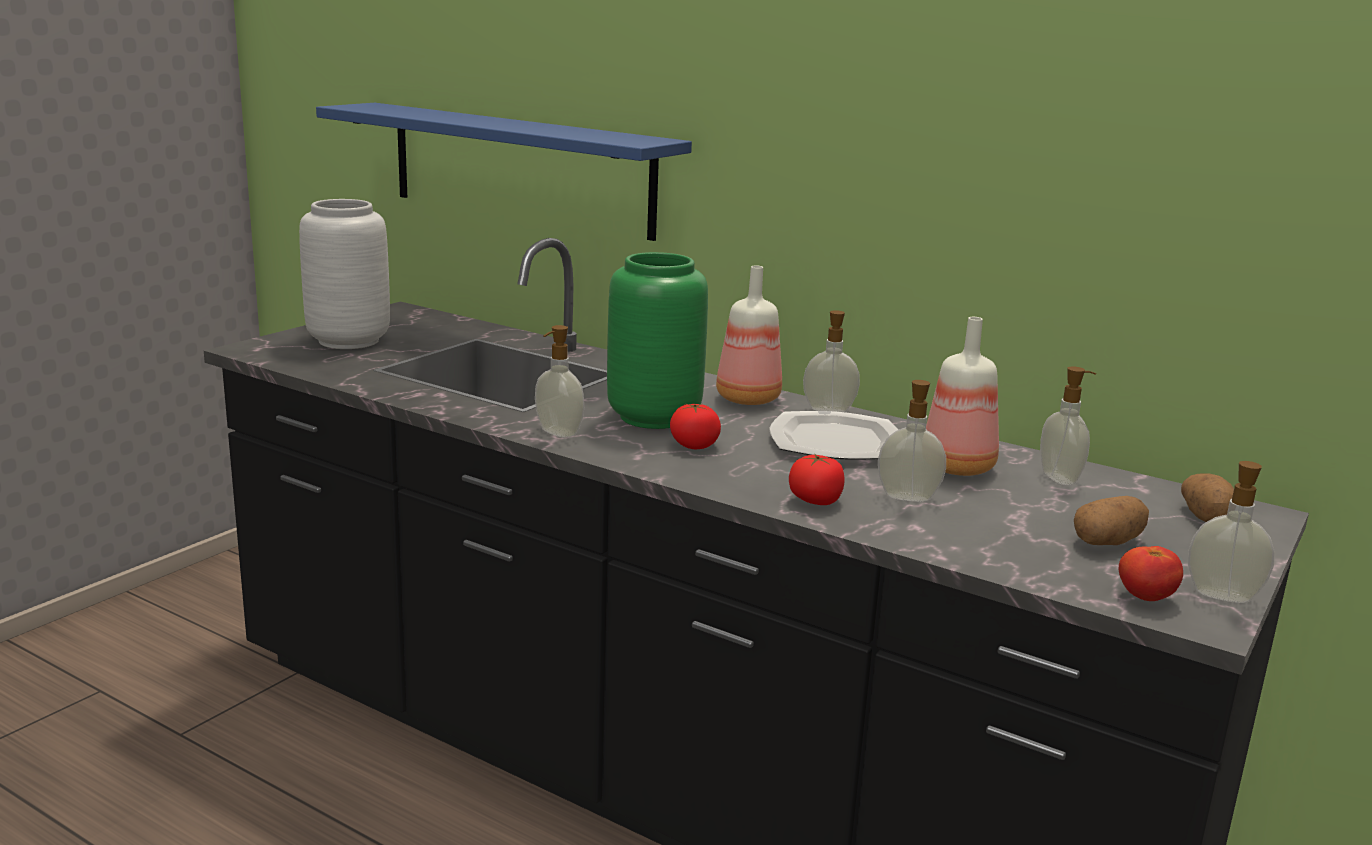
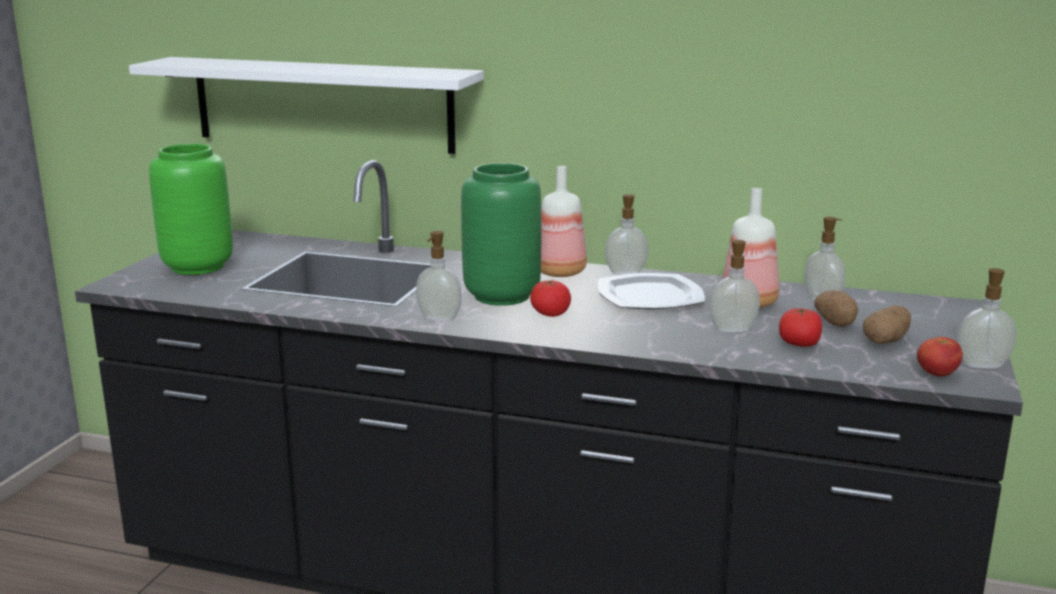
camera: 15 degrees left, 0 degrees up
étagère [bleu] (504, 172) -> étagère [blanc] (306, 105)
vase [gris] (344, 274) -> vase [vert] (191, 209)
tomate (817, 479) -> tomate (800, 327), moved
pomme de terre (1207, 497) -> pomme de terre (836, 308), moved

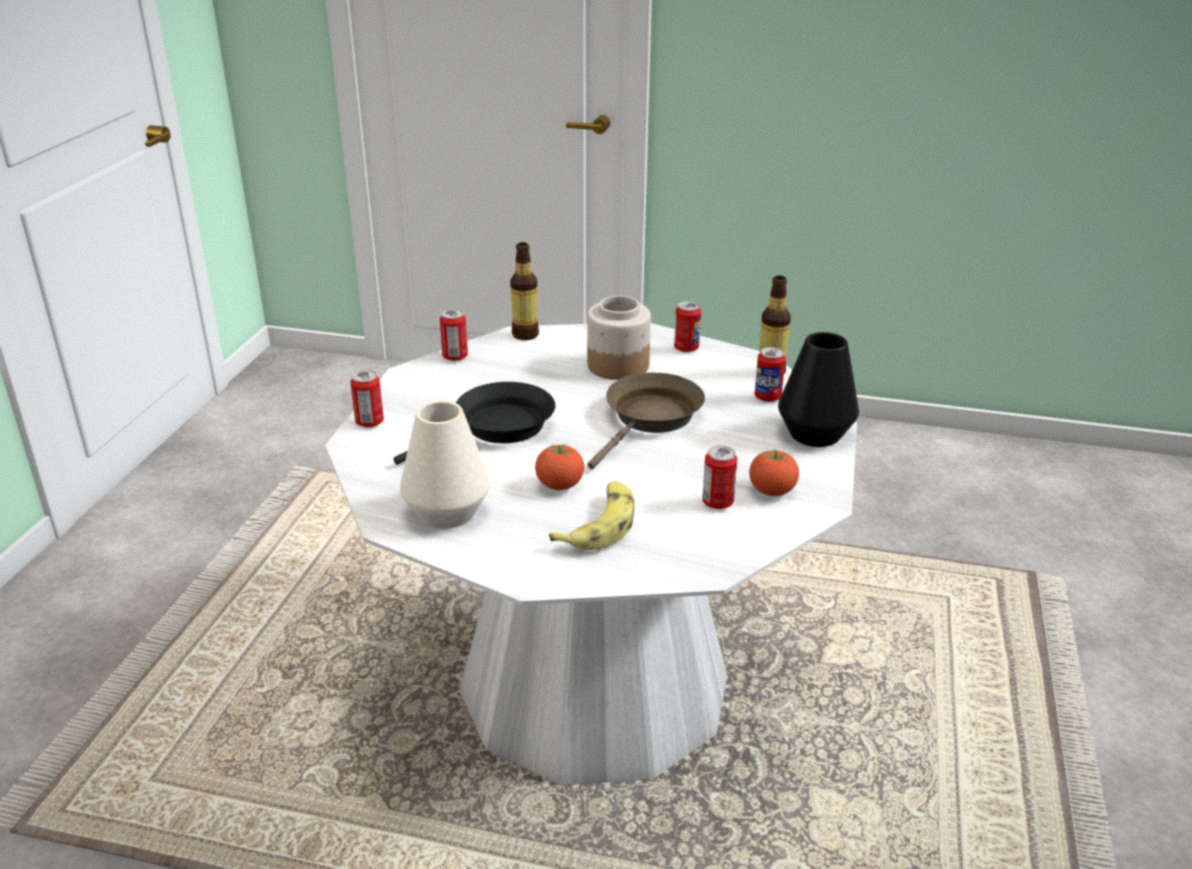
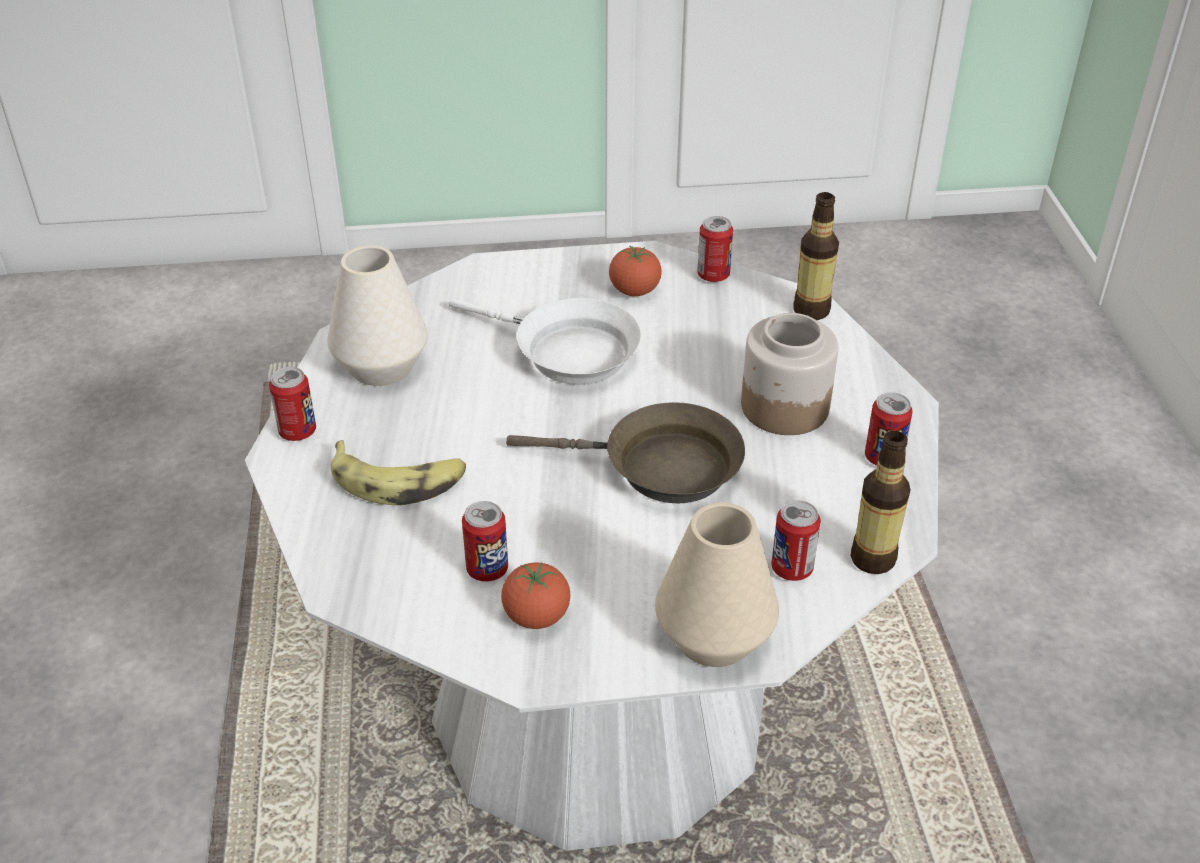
camera: 70 degrees right, 10 degrees up
boîte métallique (367, 399) -> boîte métallique (292, 404), moved
poêle [noir] (474, 423) -> poêle [blanc] (545, 341)
tomate (559, 467) -> tomate (635, 271), moved
vase [noir] (818, 389) -> vase [beige] (717, 584)

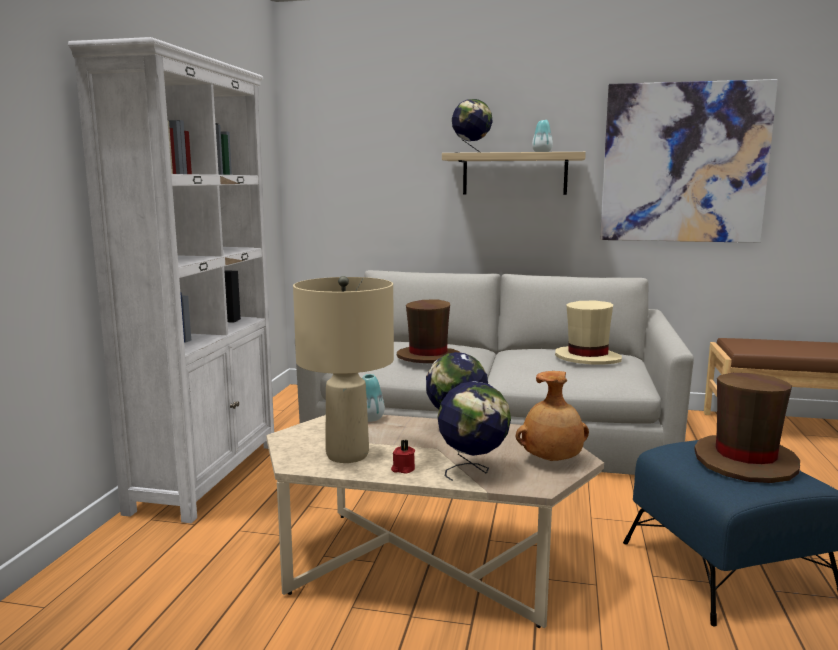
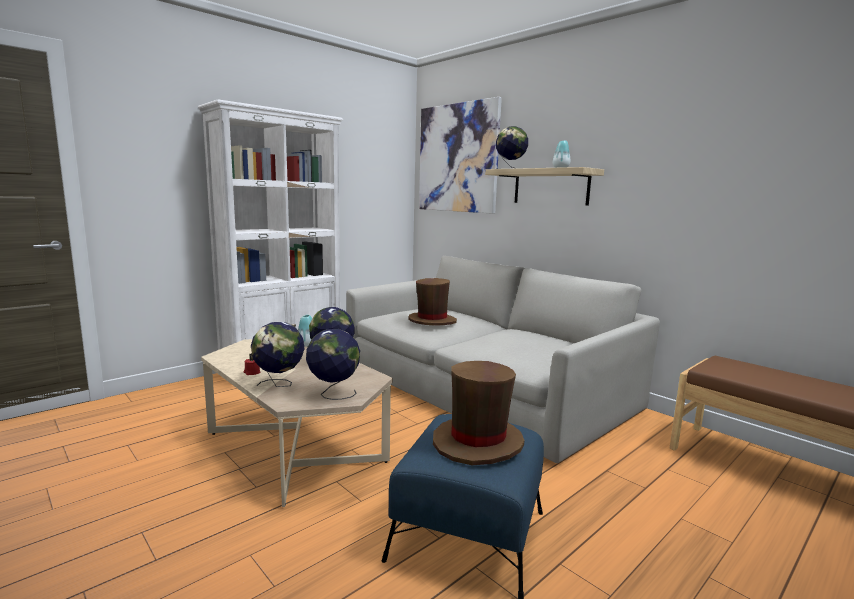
camera: 35 degrees right, 0 degrees up
vase [marron] (552, 416) -> globe (333, 364)
tableau (689, 161) -> tableau (460, 155), moved
lampe de table [beige] (343, 369) -> none
chapeau [beige] (588, 333) -> none

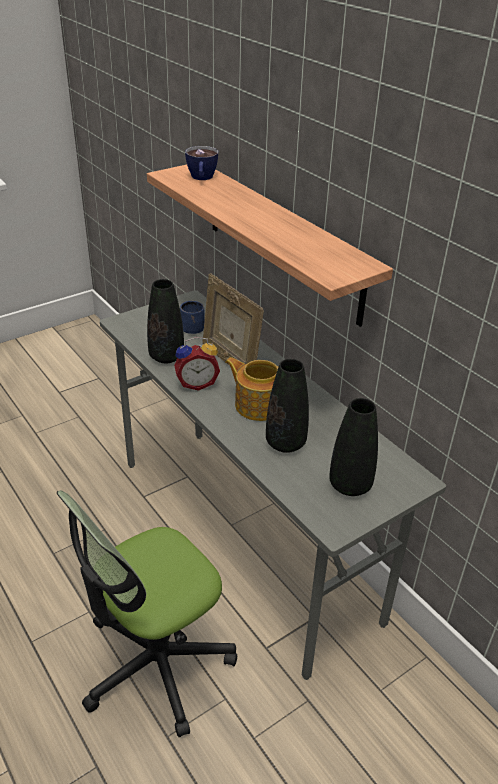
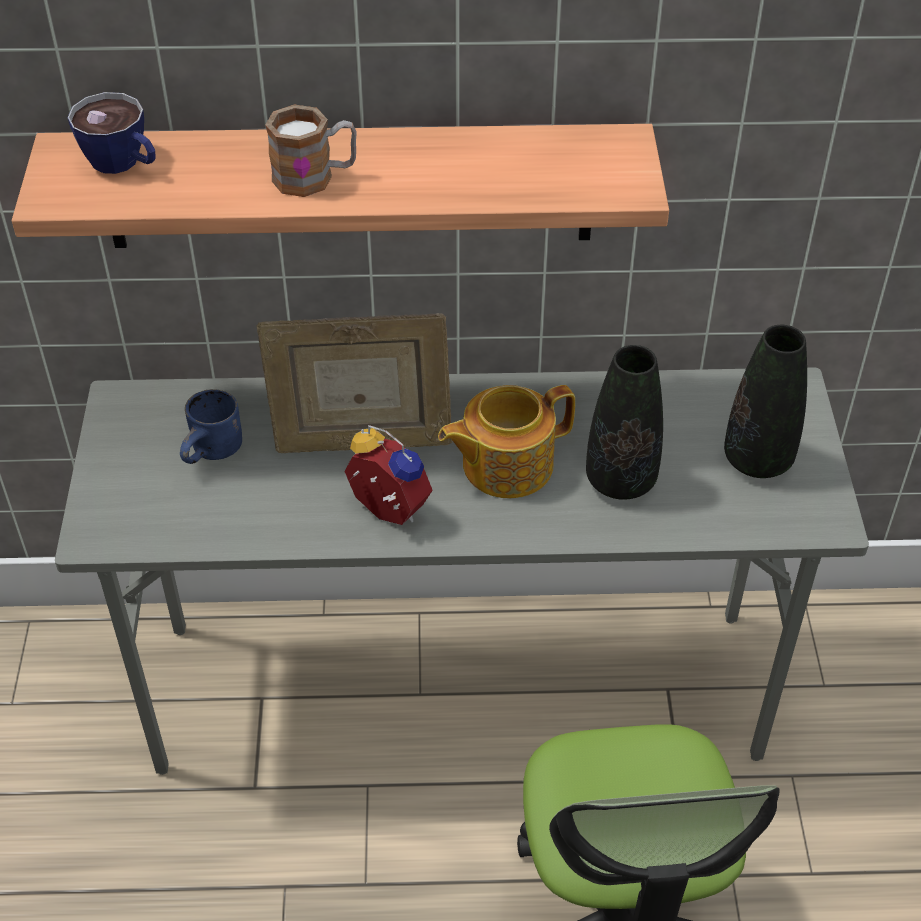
camera: 55 degrees left, 10 degrees up
none -> mug (311, 150)
réveil (197, 364) -> réveil (388, 475), 75 degrees counterclockwise
vase [noir] (165, 321) -> none

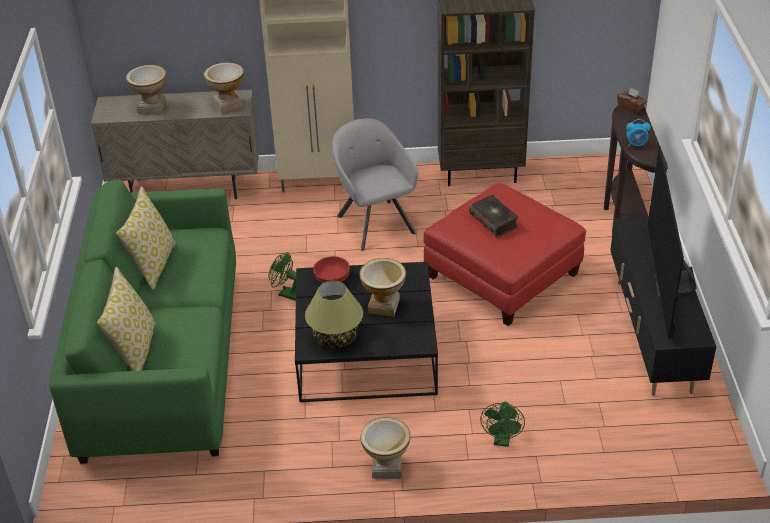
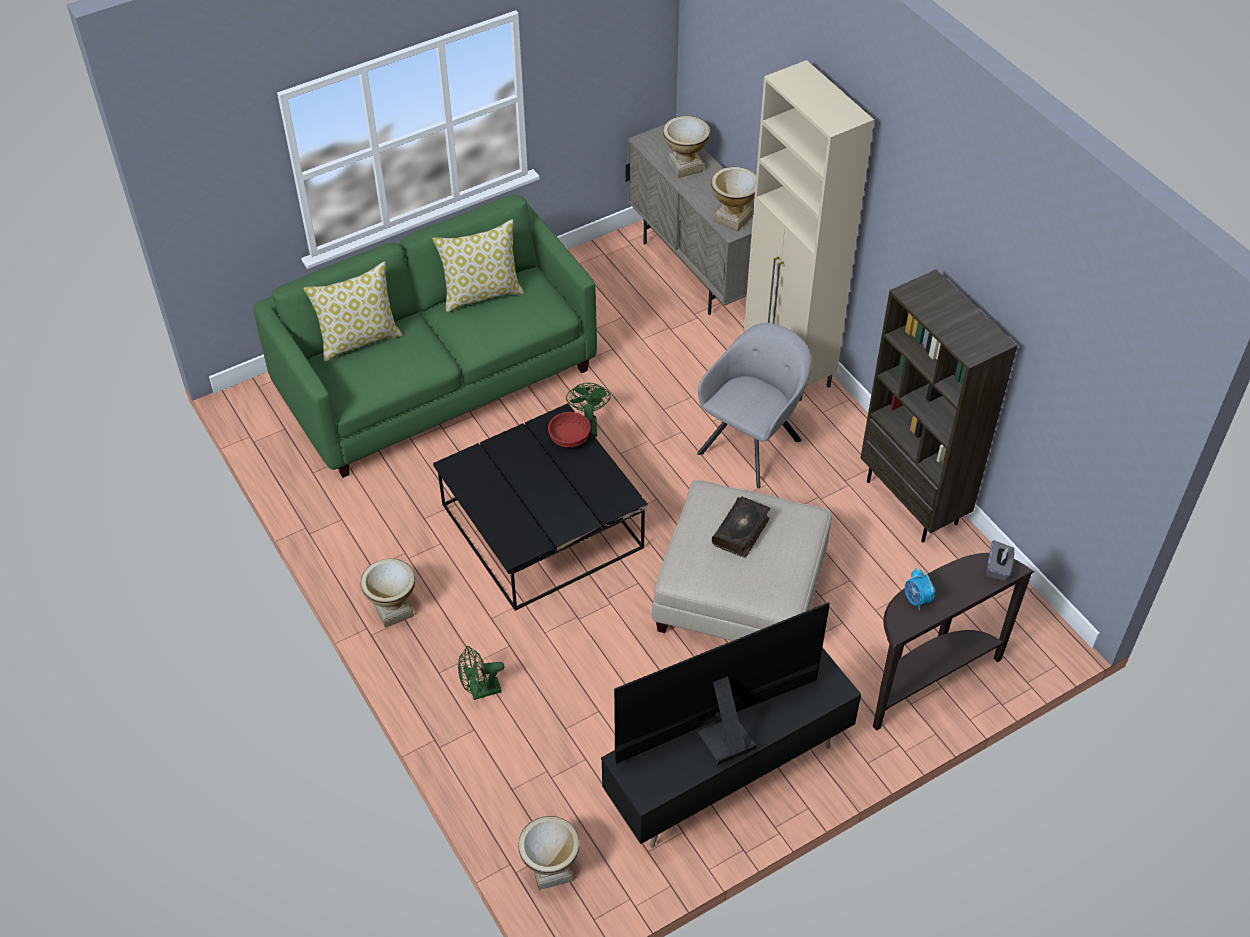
camera: 60 degrees right, 10 degrees up
vase (382, 287) -> vase (549, 853), moved
pouf [rouge] (504, 254) -> pouf [beige] (742, 560)
boîte à mouchoirs [marron] (632, 101) -> boîte à mouchoirs [gris] (1000, 560)
lampe de table (334, 314) -> none

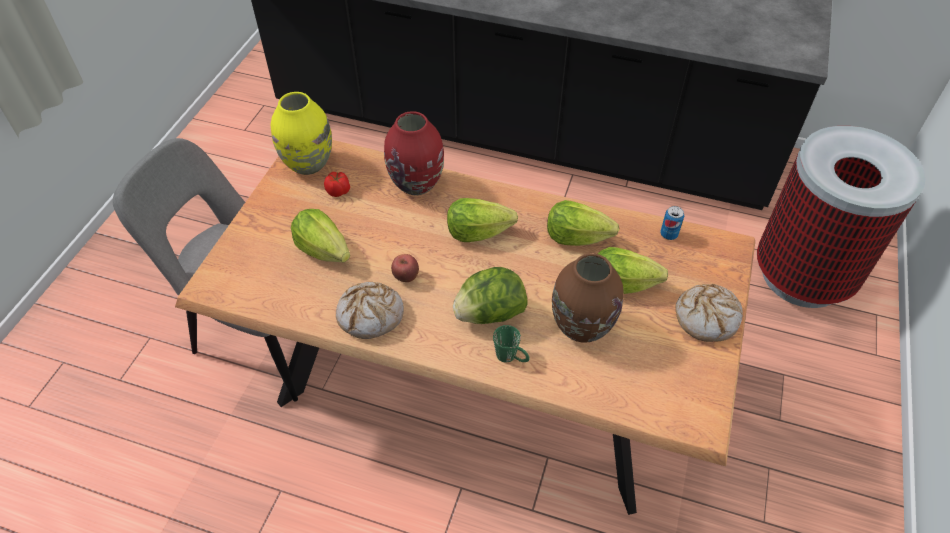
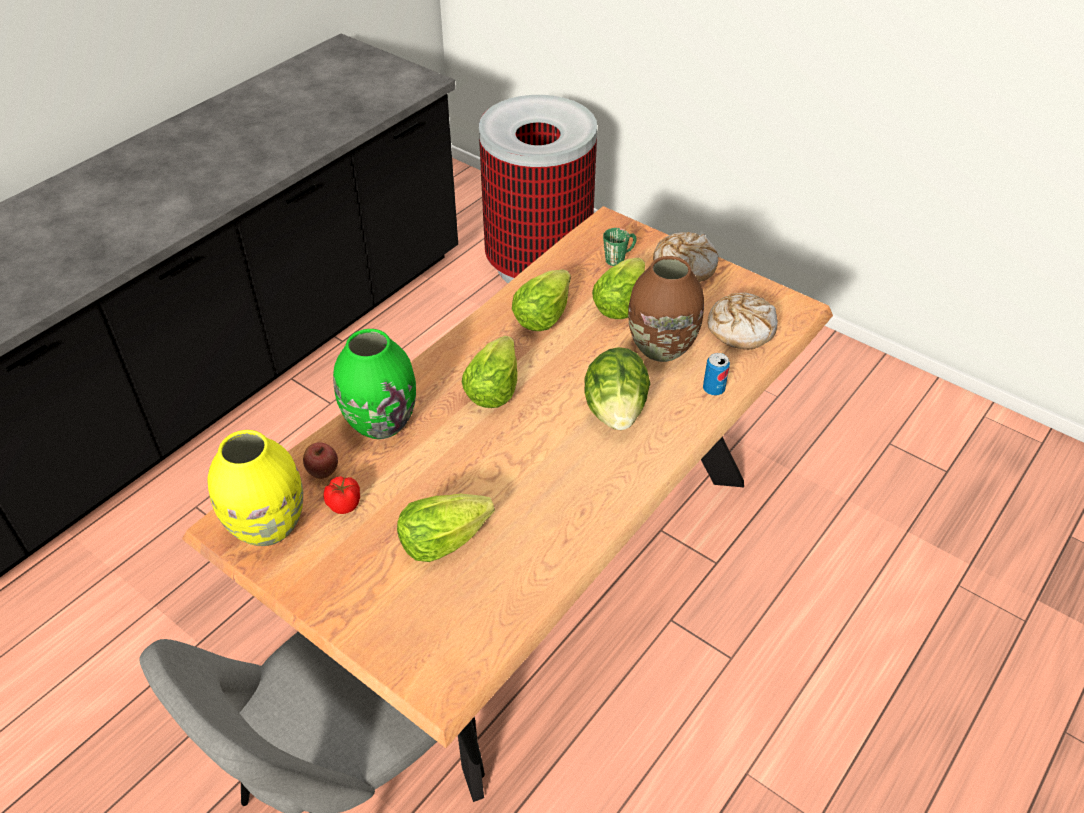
camera: 70 degrees left, 5 degrees down
pomme (405, 268) -> pomme (320, 461), moved
vase [rouge] (414, 153) -> vase [vert] (374, 384)
mug [vert] (511, 343) -> mug [vert] (620, 247), moved
boîte métallique (672, 223) -> boîte métallique (716, 374), moved
pain (370, 310) -> pain (743, 321), moved

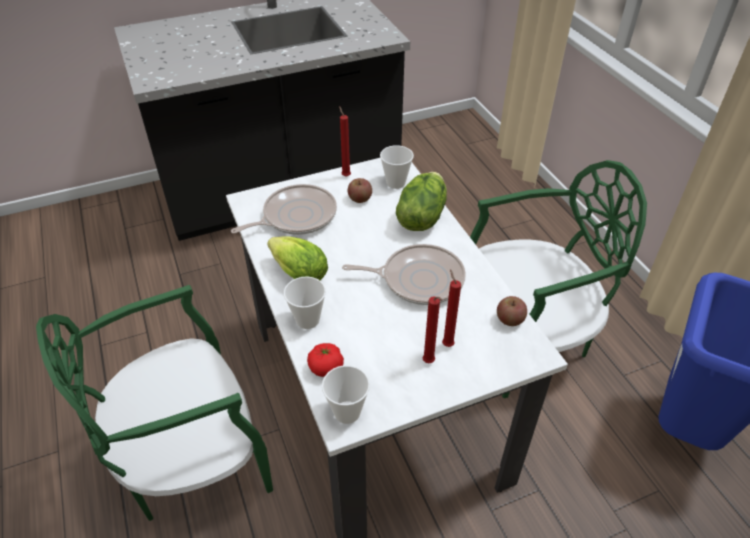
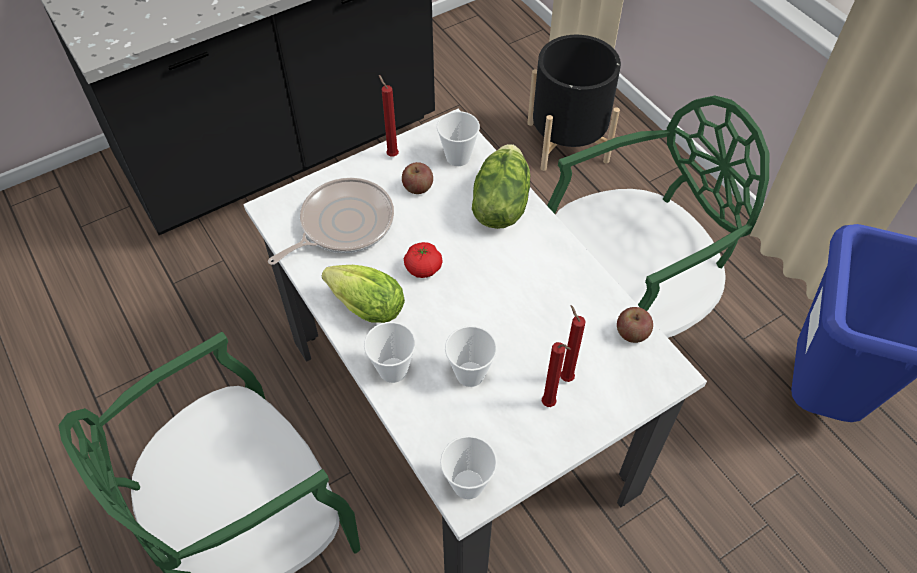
camera: 10 degrees left, 10 degrees up
tomate (325, 360) -> tomate (423, 260), moved
none -> tasse (471, 356)
none -> cache-pot [noir] (574, 103)
poêle (404, 274) -> none

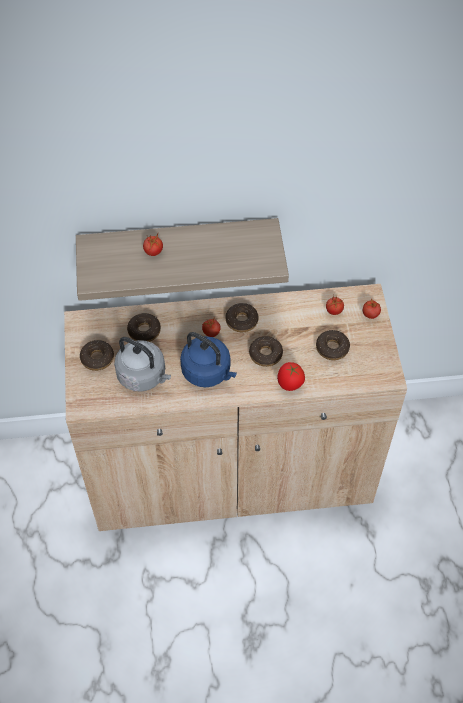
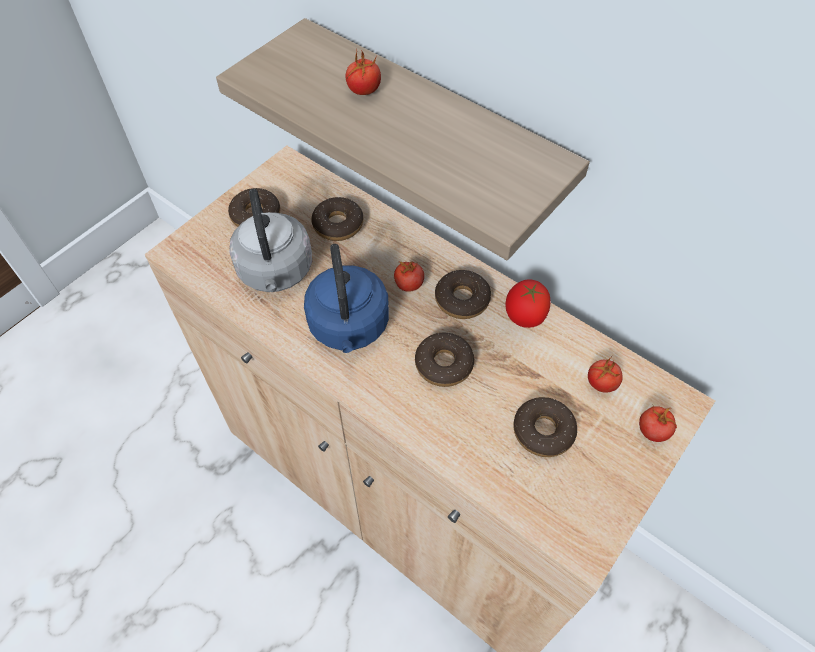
camera: 45 degrees right, 0 degrees up
tomate (291, 376) -> tomate (527, 304), moved

